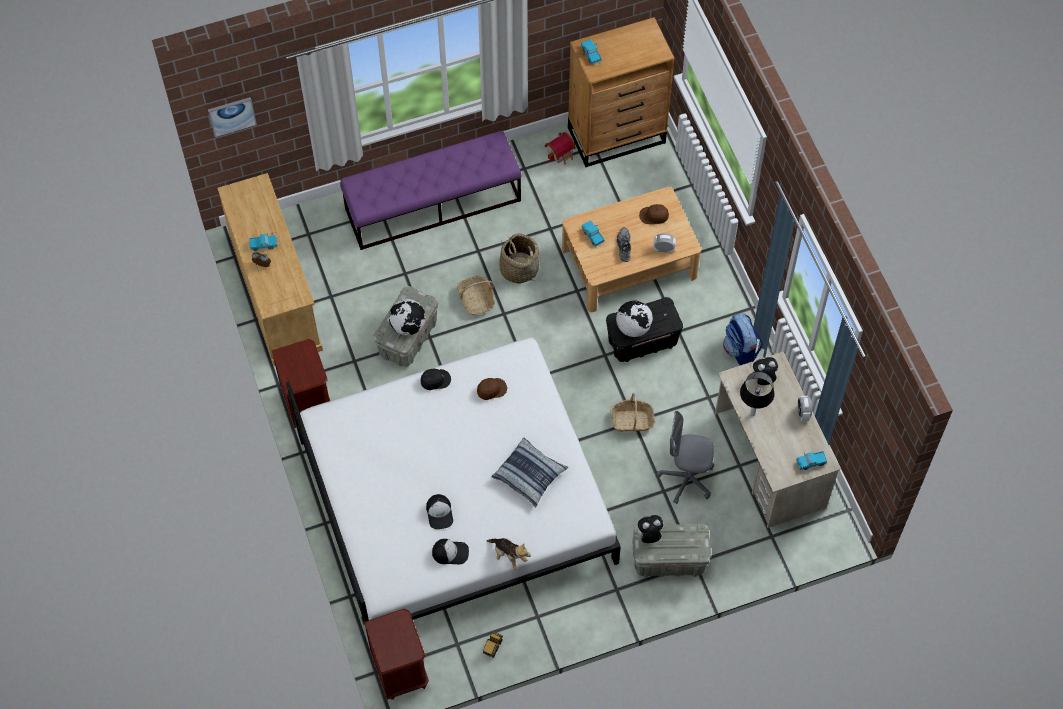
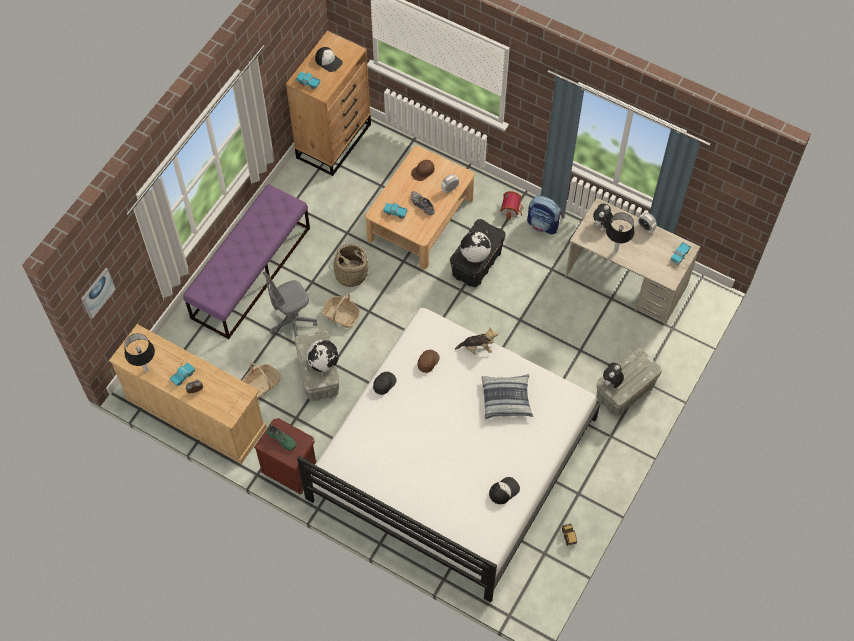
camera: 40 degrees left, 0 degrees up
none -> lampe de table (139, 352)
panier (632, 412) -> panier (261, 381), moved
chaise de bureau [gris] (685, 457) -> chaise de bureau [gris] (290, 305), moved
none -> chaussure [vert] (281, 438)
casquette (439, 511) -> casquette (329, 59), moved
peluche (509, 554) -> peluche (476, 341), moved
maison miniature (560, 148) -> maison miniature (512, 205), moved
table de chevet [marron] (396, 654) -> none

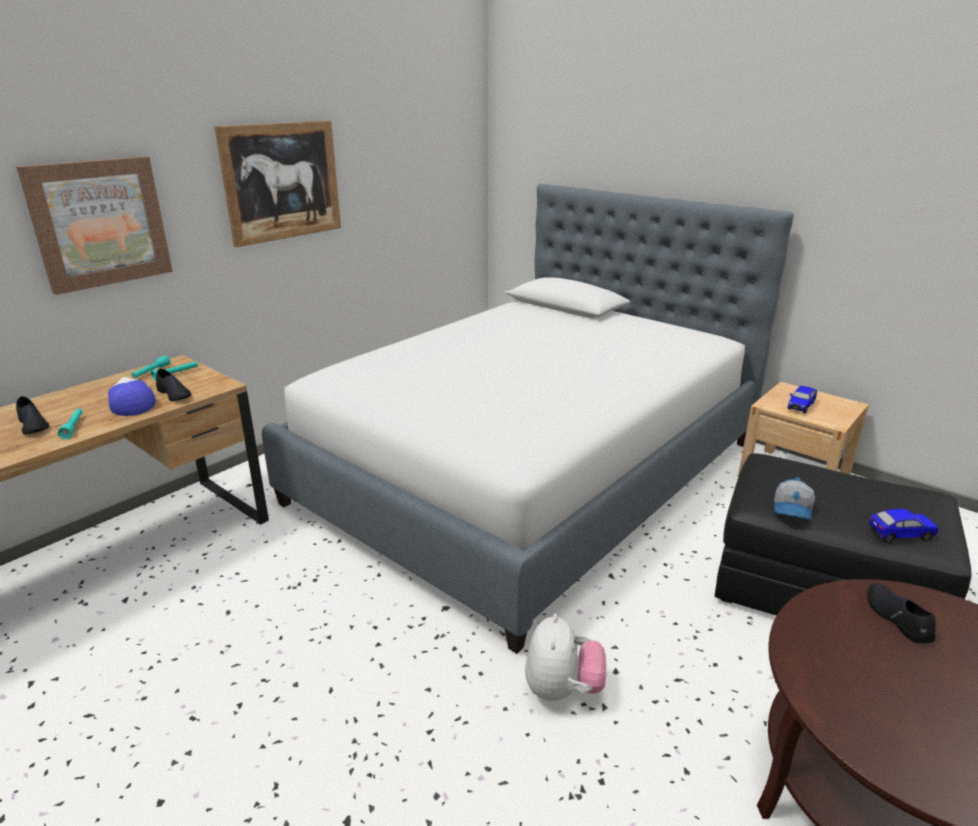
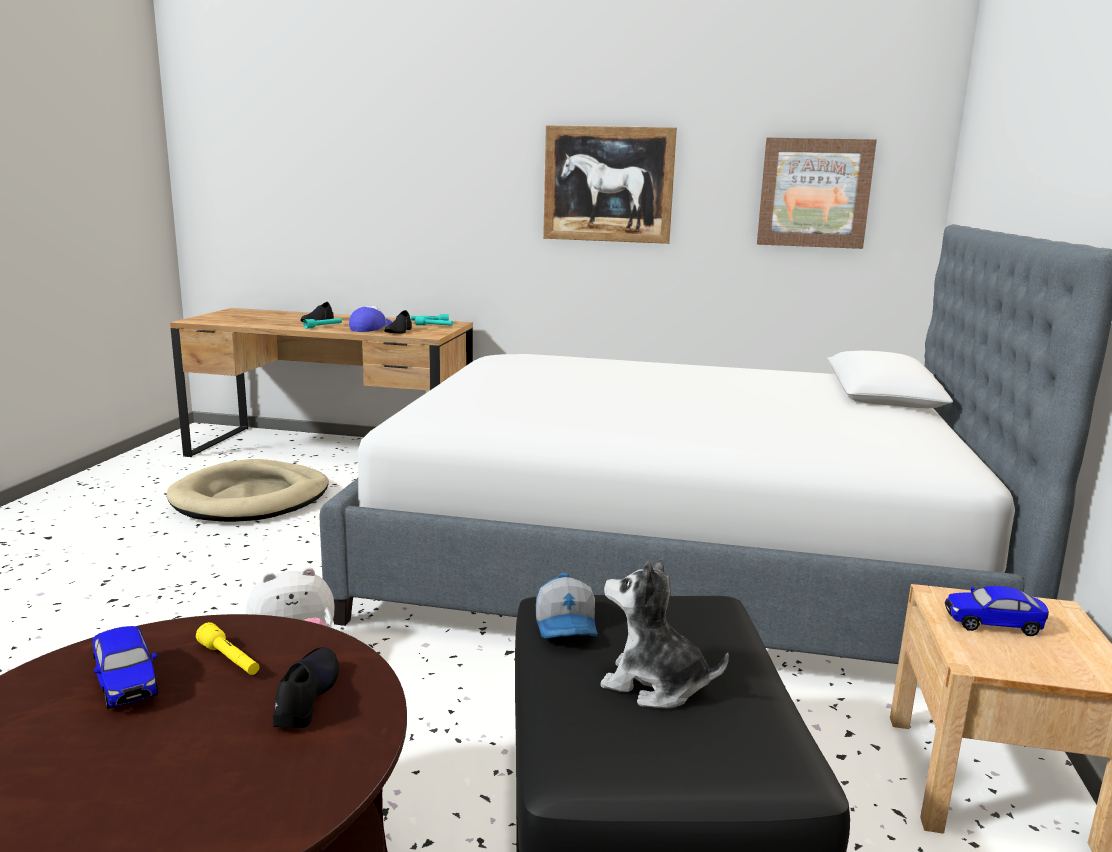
camera: 60 degrees right, 10 degrees down
petite voiture (903, 526) -> petite voiture (125, 667), moved
none -> panier pour chien [beige] (248, 490)
none -> lampe de poche [jaune] (228, 648)
chaussure [noir] (901, 613) -> chaussure [noir] (306, 687), 45 degrees counterclockwise
casquette (794, 499) -> casquette (567, 606), 90 degrees counterclockwise
none -> peluche (664, 633)
tableau (94, 225) -> tableau (817, 193), moved

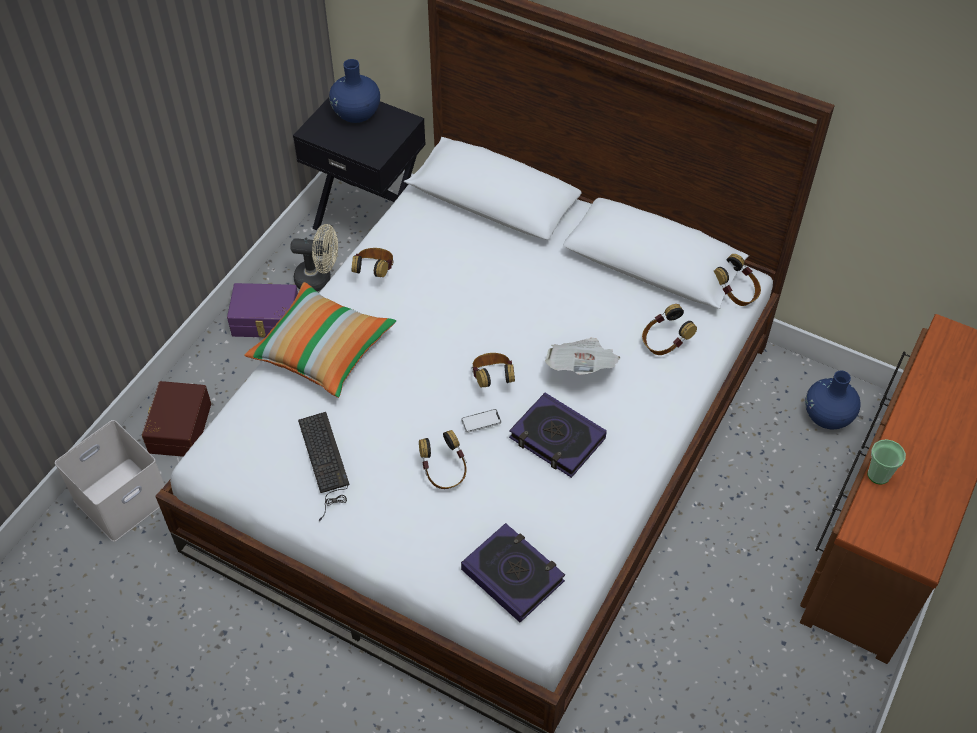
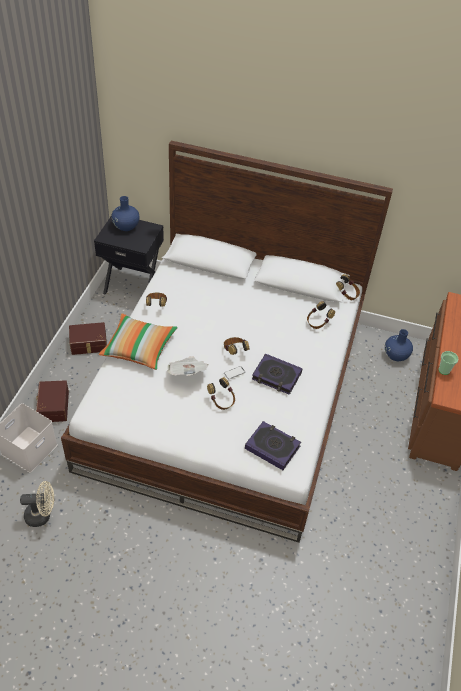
camera: 15 degrees left, 5 degrees down
ventilateur [beige] (314, 257) -> ventilateur [beige] (37, 504), moved
boîte de rangement [violet] (262, 310) -> boîte de rangement [marron] (88, 338)
journal (582, 356) -> journal (188, 366), moved
clavier (324, 466) -> none

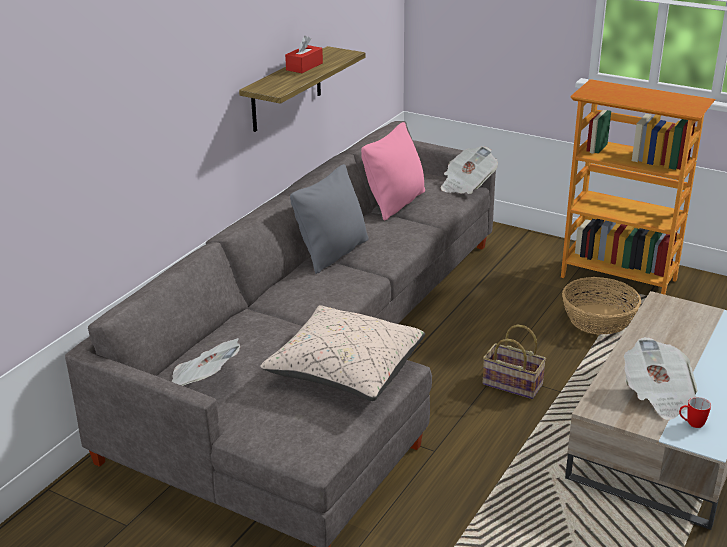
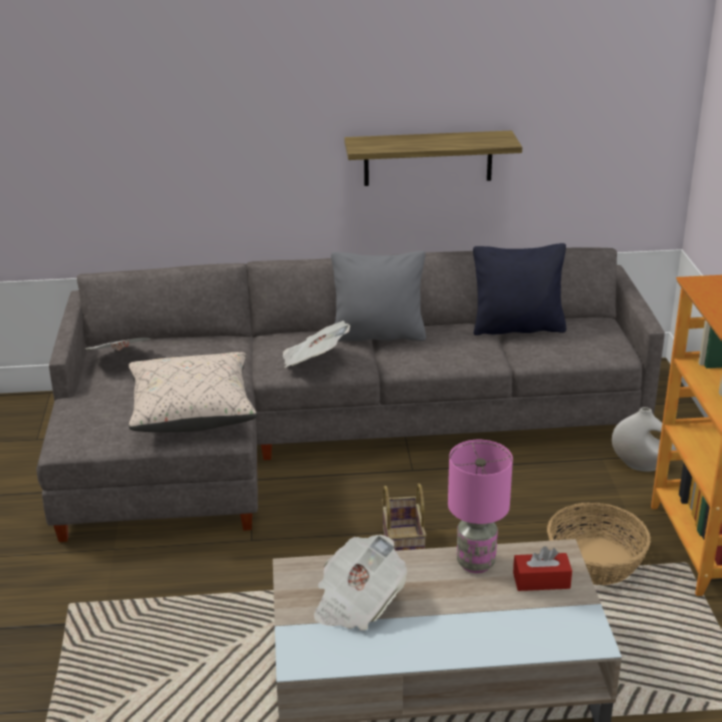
camera: 55 degrees right, 0 degrees up
journal (469, 170) -> journal (316, 344), moved
none -> lampe de table [rose] (480, 506)
coussin [rose] (393, 171) -> coussin [noir] (519, 289)
boîte à mouchoirs [rouge] (304, 54) -> boîte à mouchoirs [rouge] (542, 568), moved
none -> vase [blanc] (644, 439)
mug (695, 412) -> none

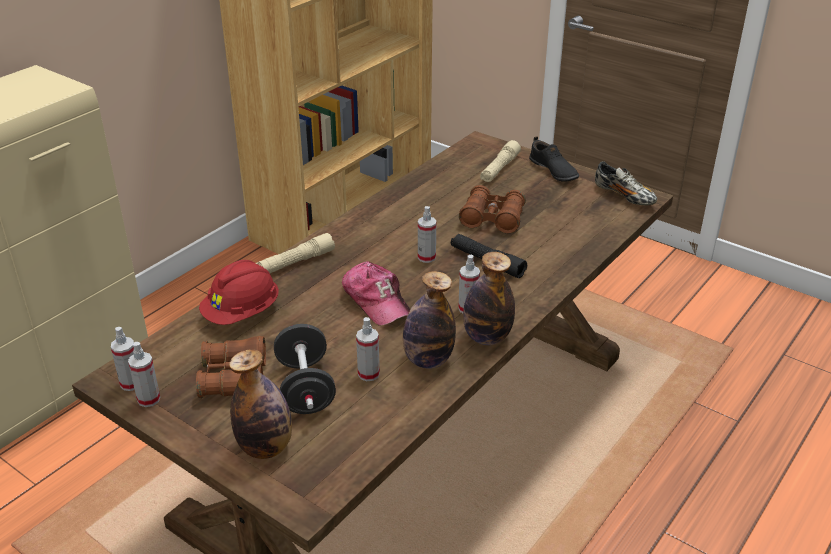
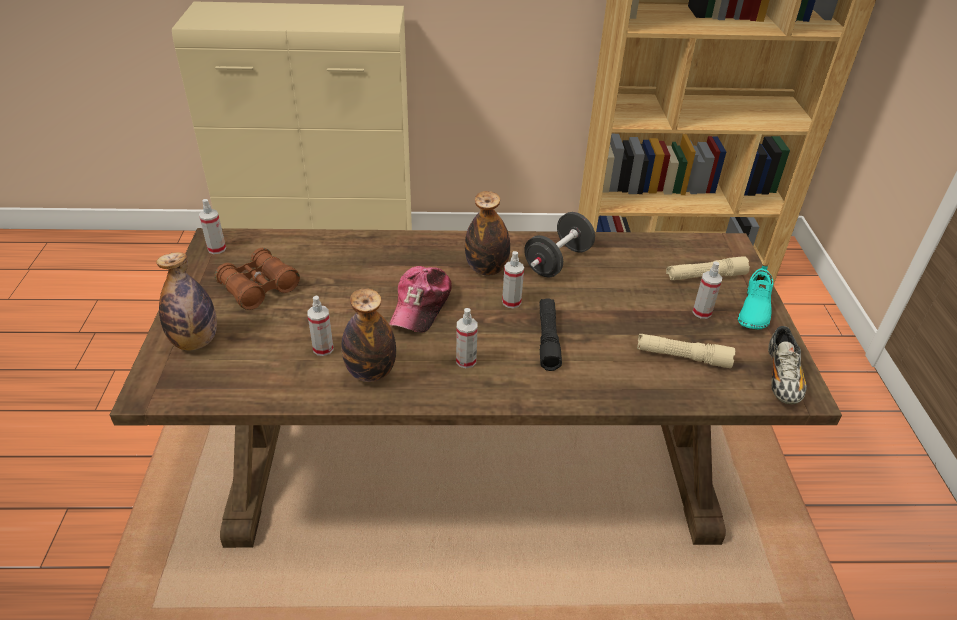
camera: 50 degrees right, 5 degrees up
bouteille (489, 298) -> bouteille (487, 233), moved
haltère [noir] (305, 369) -> haltère [noir] (559, 244), moved
lampe de poche [beige] (295, 253) -> lampe de poche [beige] (686, 351), moved
vaporisateur (144, 374) -> vaporisateur (707, 290), moved
chaussure [noir] (554, 158) -> chaussure [turquoise] (755, 297)
casque de chantier [rouge] (239, 292) -> none
jumelles [marron] (492, 209) -> none

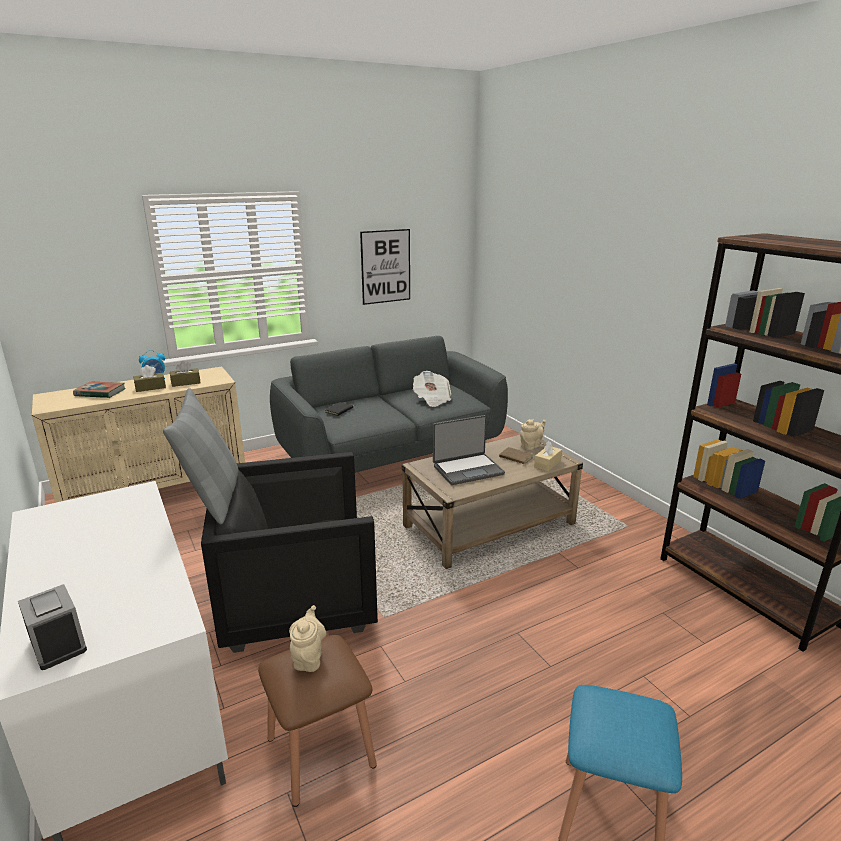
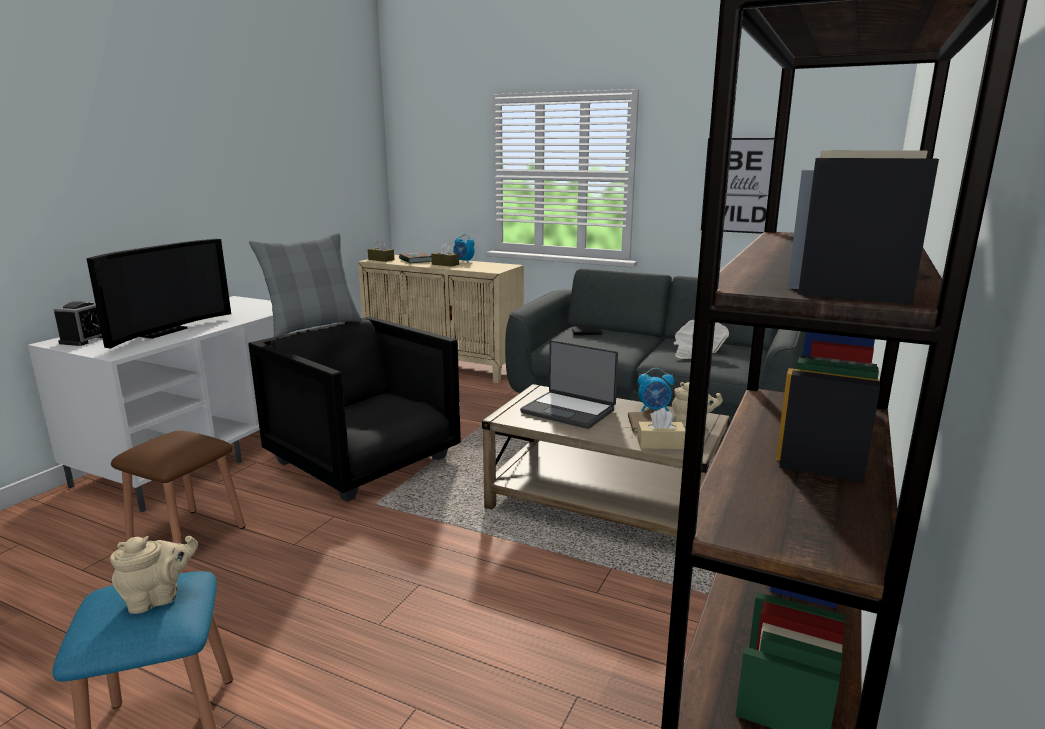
camera: 55 degrees right, 5 degrees down
none -> téléviseur (158, 294)
théière [beige] (307, 638) -> théière [beige] (154, 575), moved
boîte à mouchoirs [marron] (185, 374) -> boîte à mouchoirs [marron] (381, 250), moved
none -> réveil (656, 390)

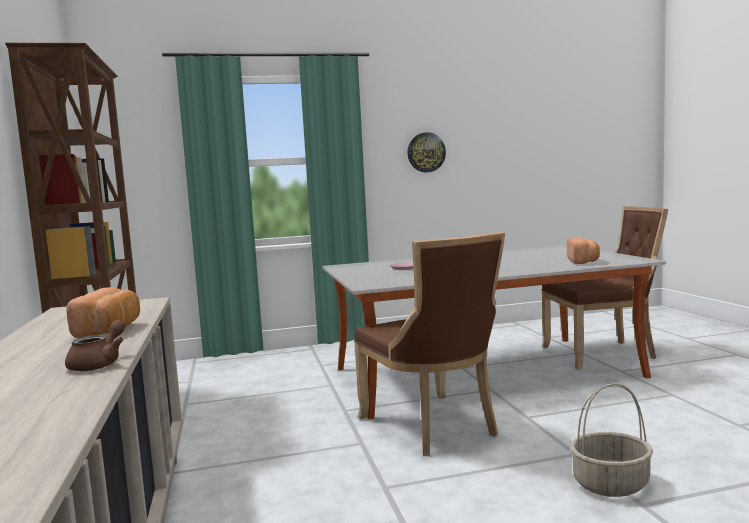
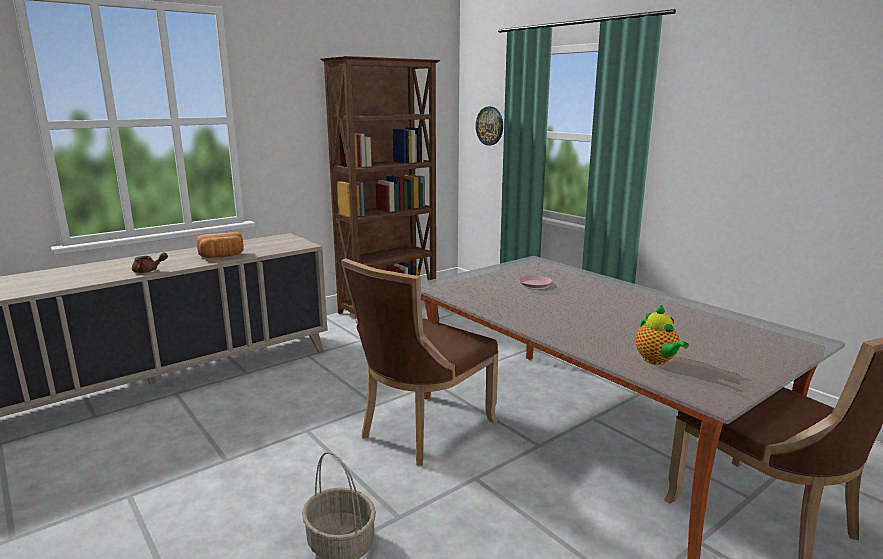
camera: 65 degrees right, 10 degrees up
horloge murale (426, 152) -> horloge murale (489, 126), moved
pain (583, 250) -> théière (662, 335)

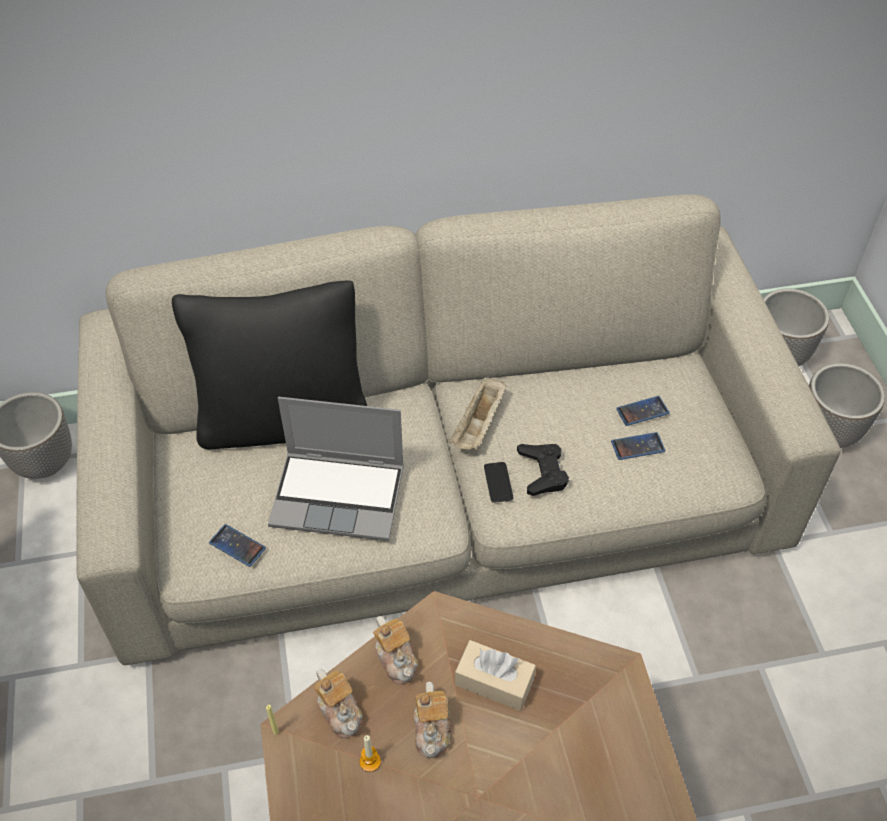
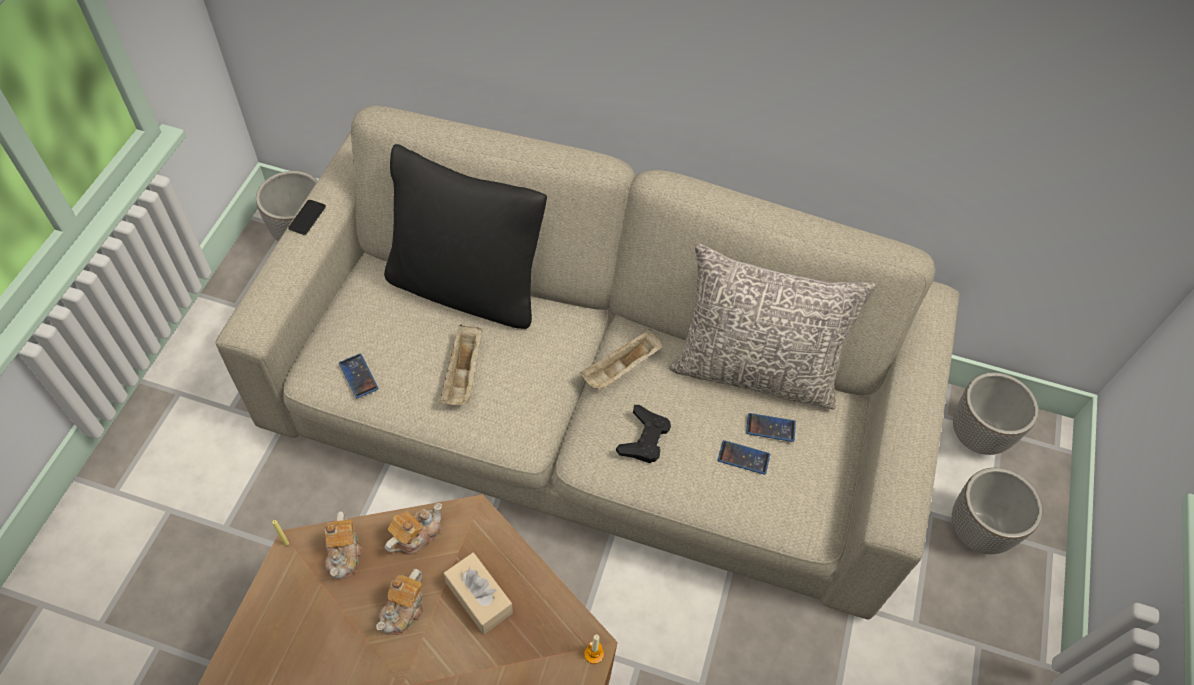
camera: 25 degrees right, 5 degrees up
téléphone (499, 482) -> téléphone (307, 217), moved
théière (395, 650) -> théière (413, 529), 135 degrees counterclockwise
ordinateur portable (336, 469) -> plateau [beige] (461, 364)
bougie (370, 753) -> bougie (594, 649), moved
none -> coussin [gris] (772, 326)

